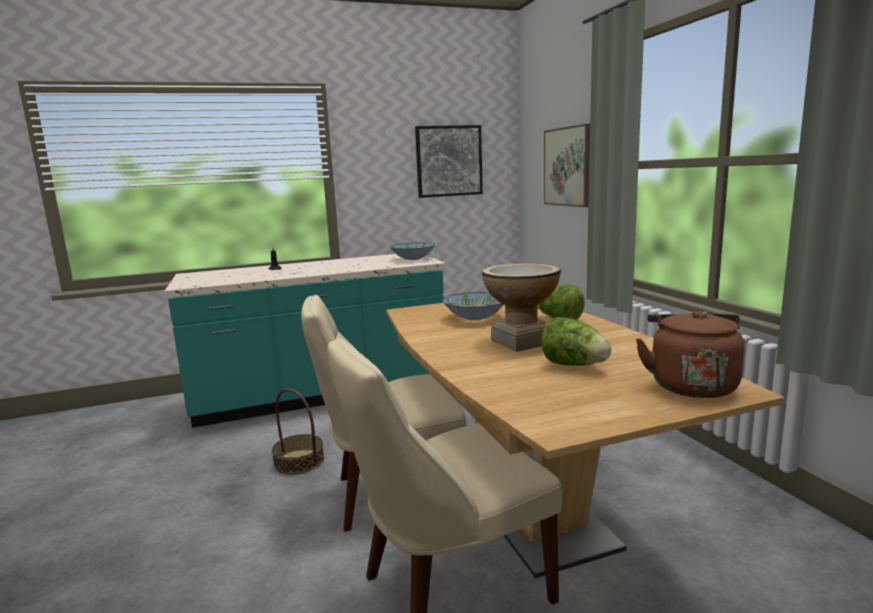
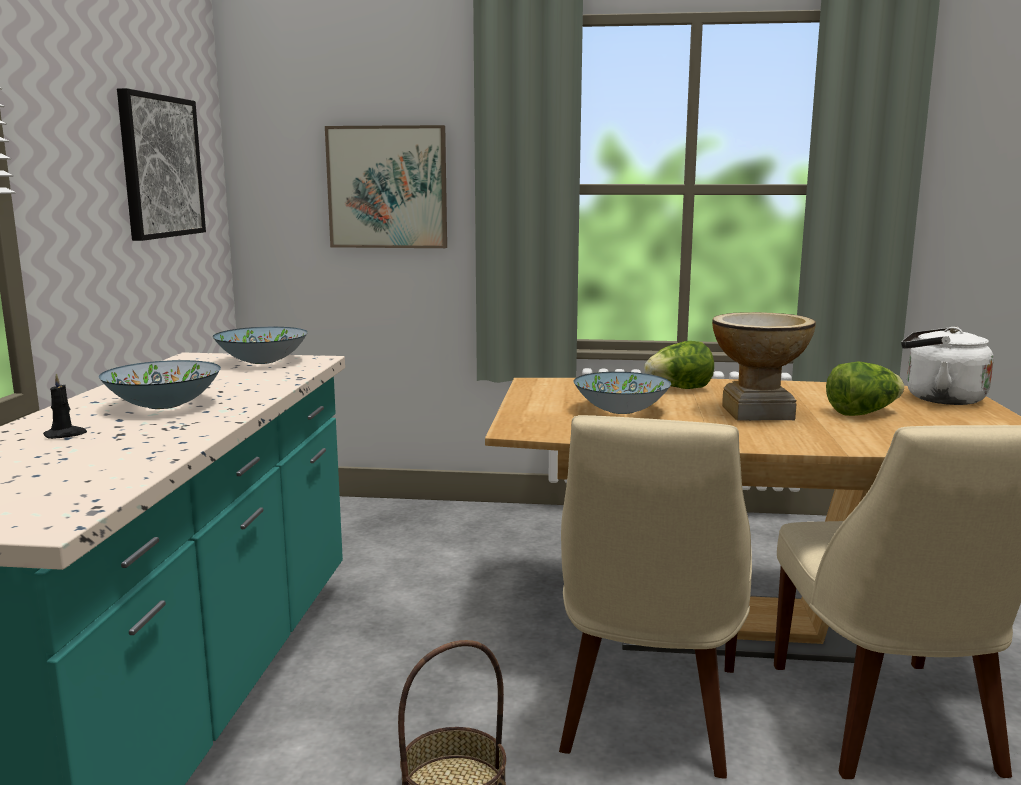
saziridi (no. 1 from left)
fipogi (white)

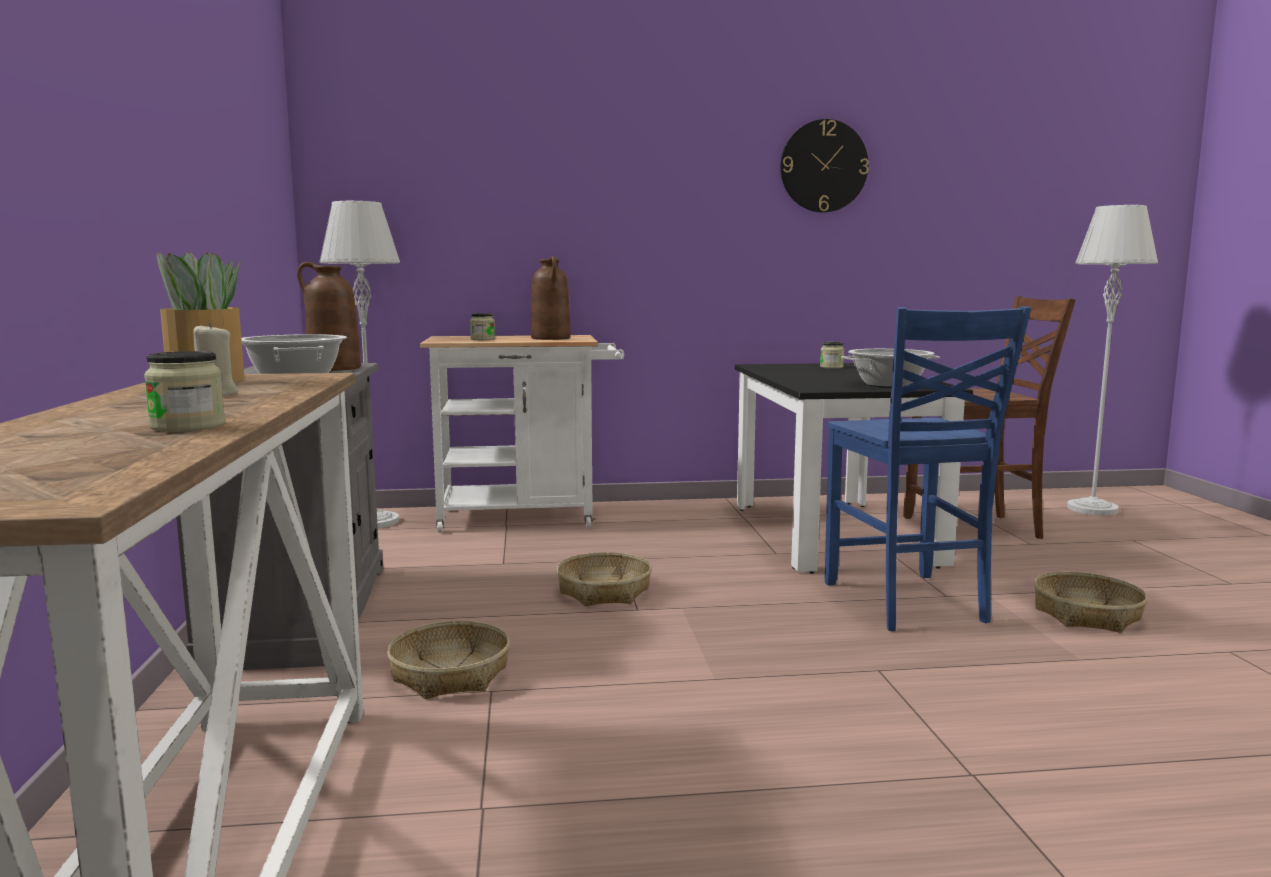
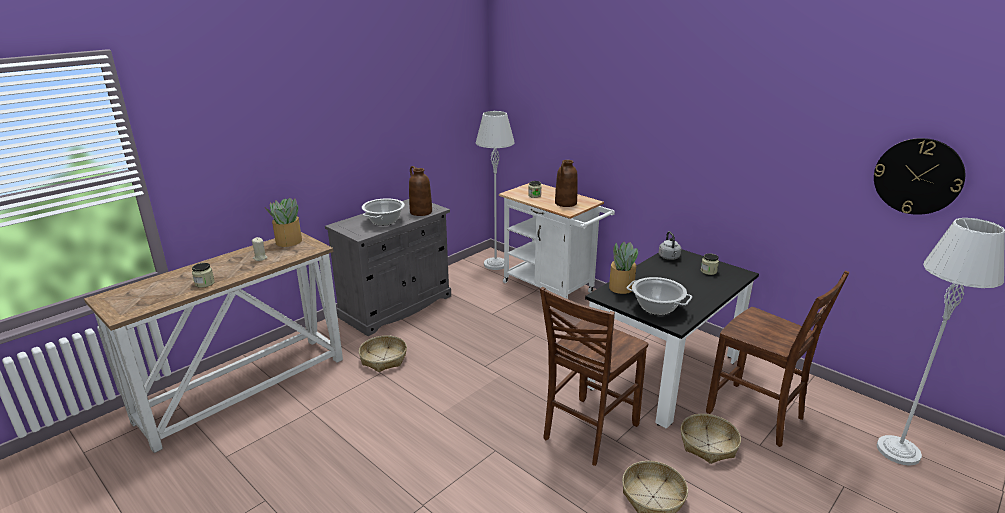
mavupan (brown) (no. 1 from left)
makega (no. 2 from left)
fipogi (grey)
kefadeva (no. 3 from left)
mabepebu

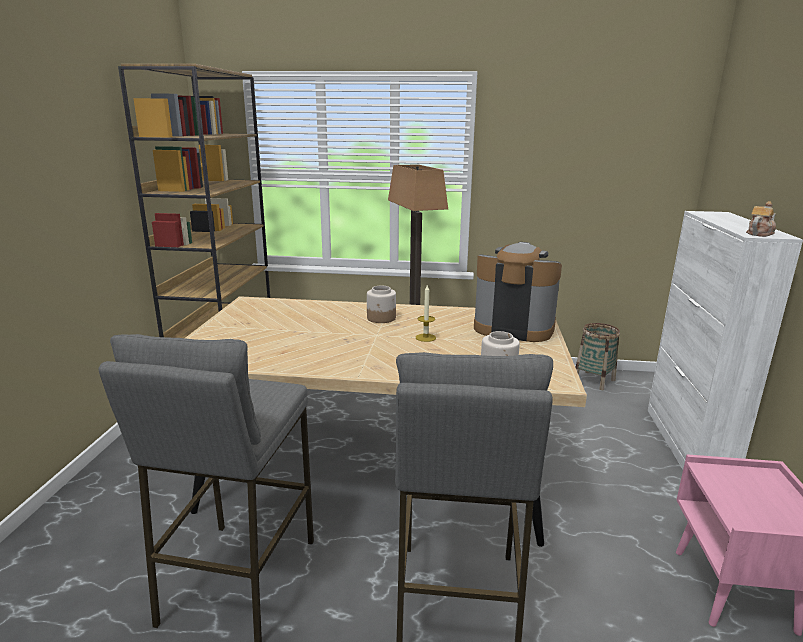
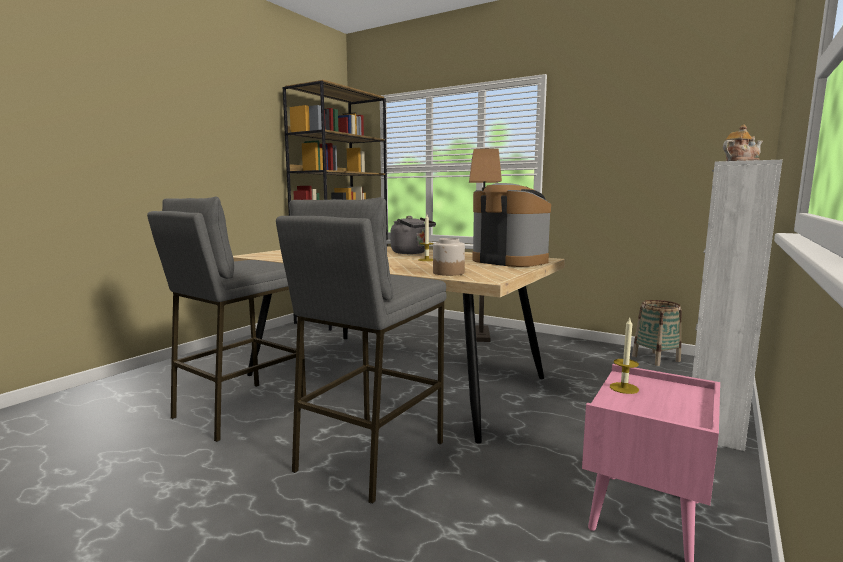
fipogi (grey)
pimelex (no. 2 from left)

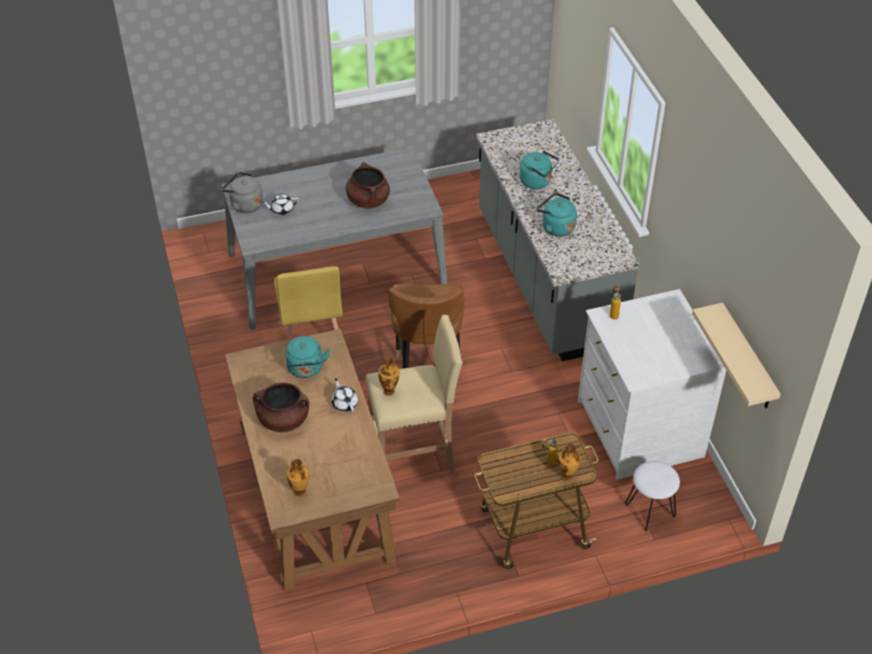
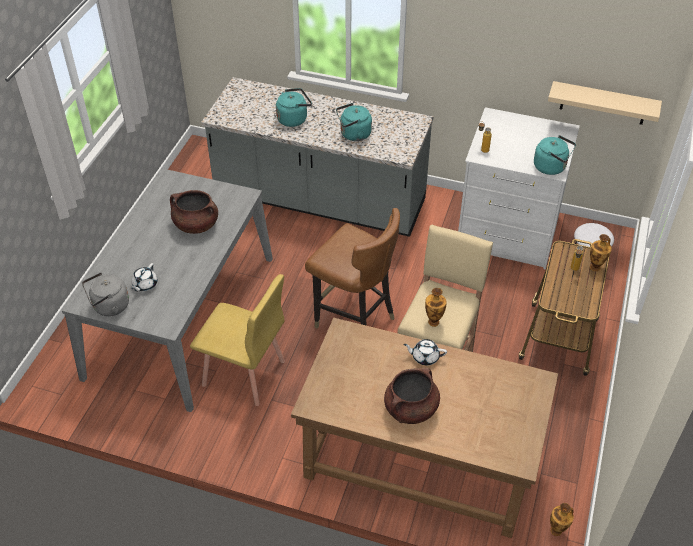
fipogi (turquoise) (no. 3 from left)
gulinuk (no. 2 from left)

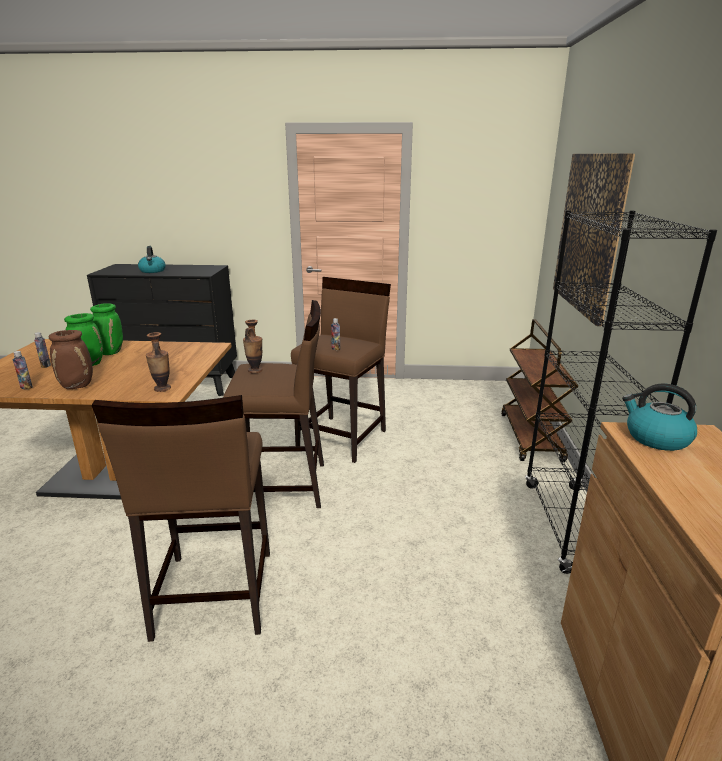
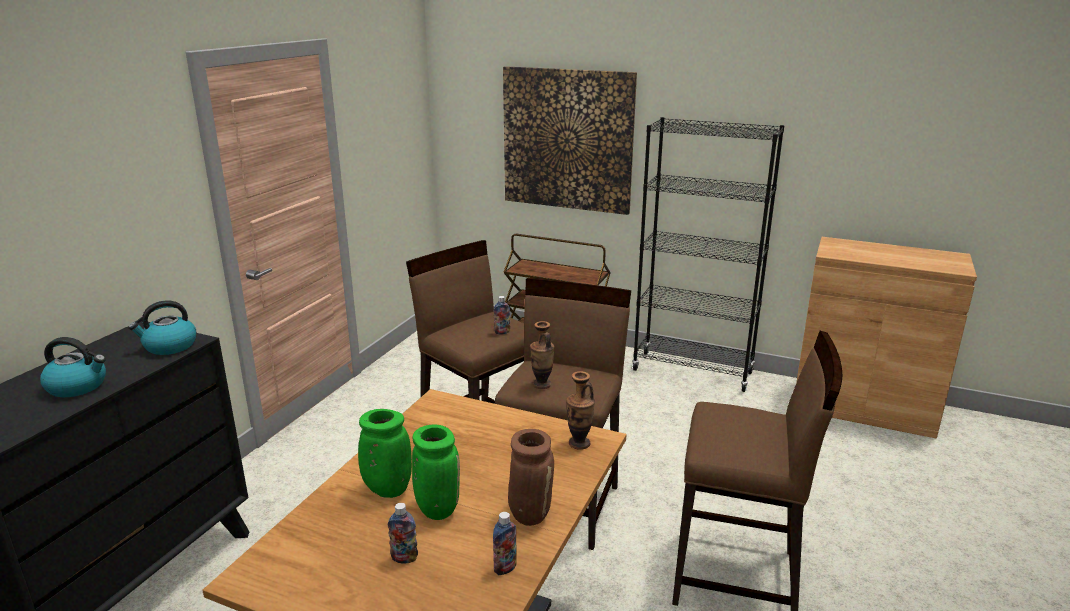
fipogi (no. 2 from left)

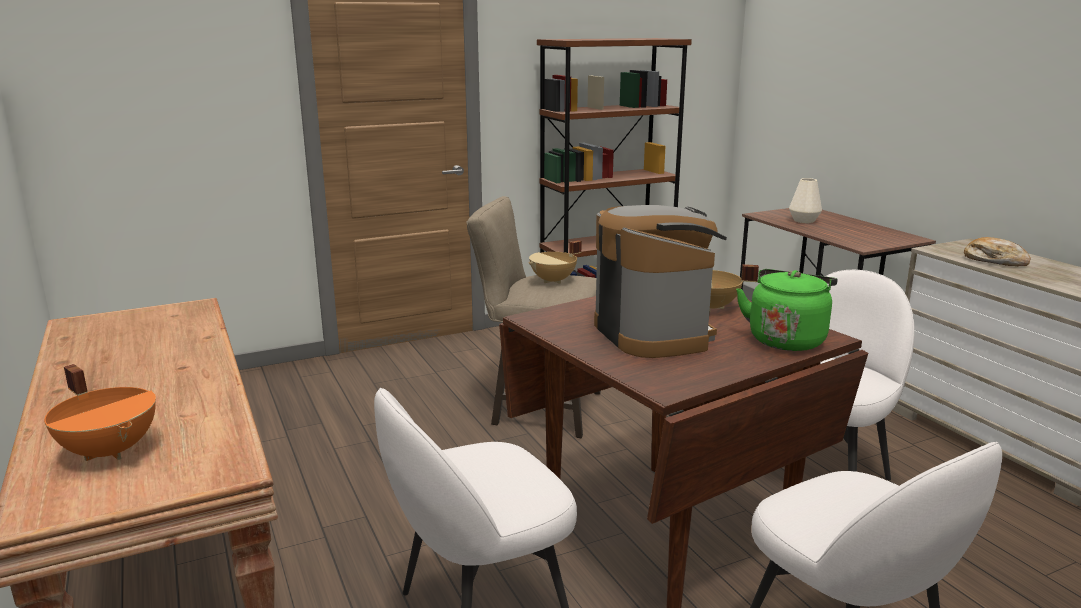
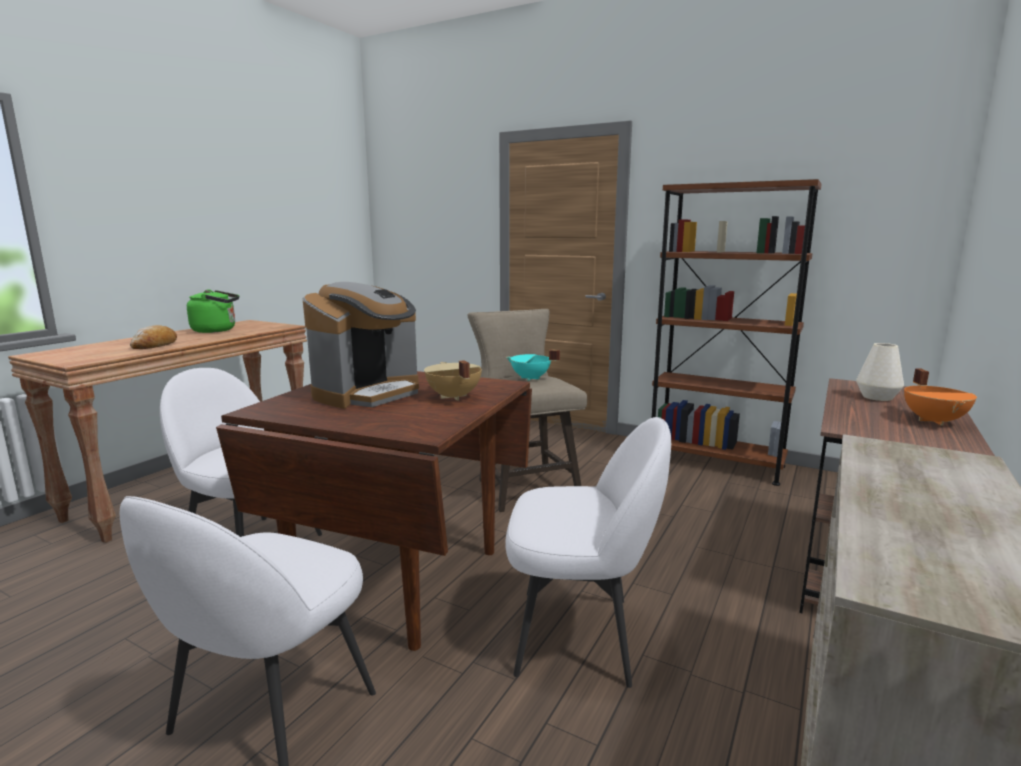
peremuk
fipogi (green)
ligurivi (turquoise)
ligurivi (orange)

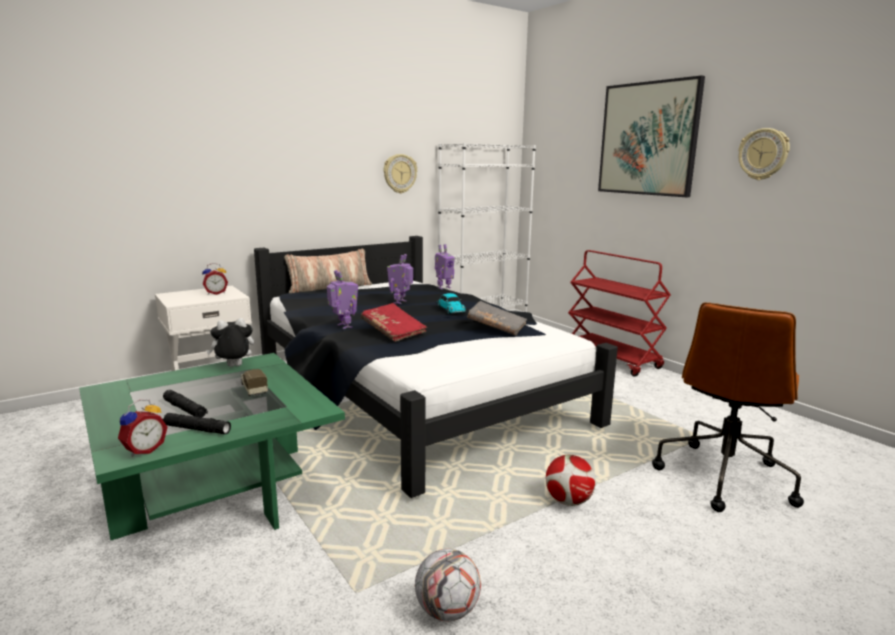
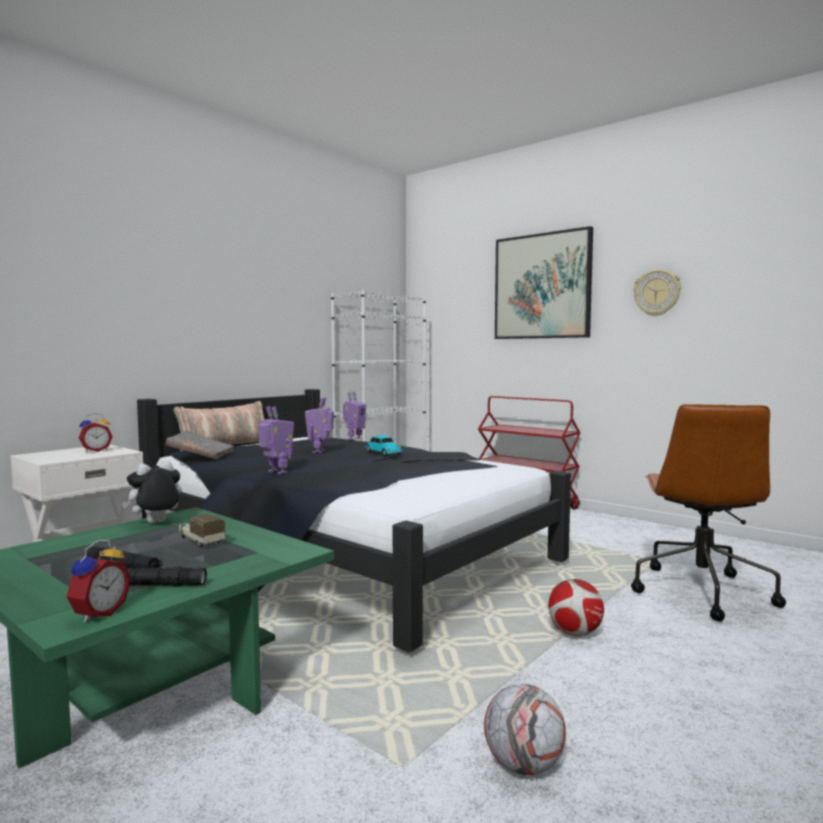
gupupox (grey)
gupupox (red)
mabepebu (no. 1 from left in the first image)

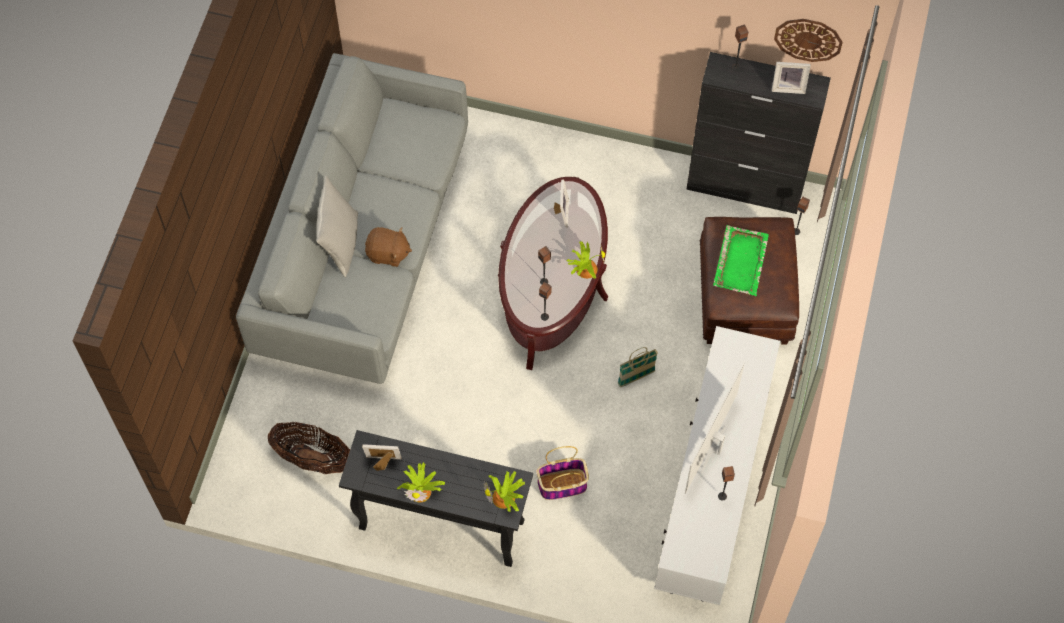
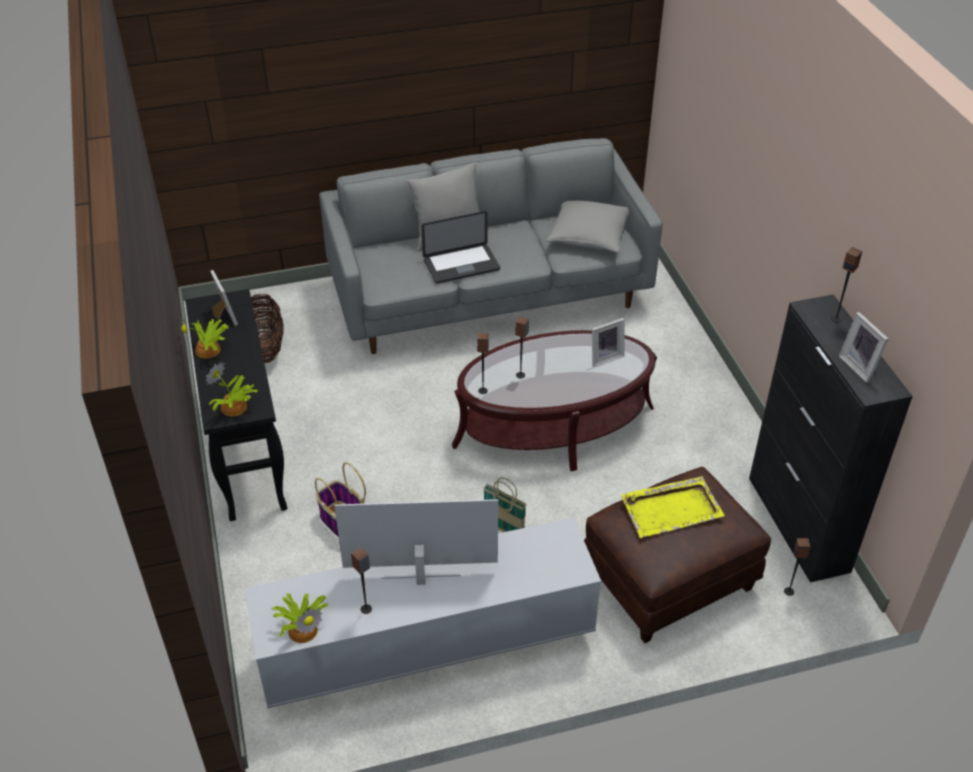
makega (no. 3 from left)
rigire
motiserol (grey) (no. 2 from left)
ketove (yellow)
mabepebu

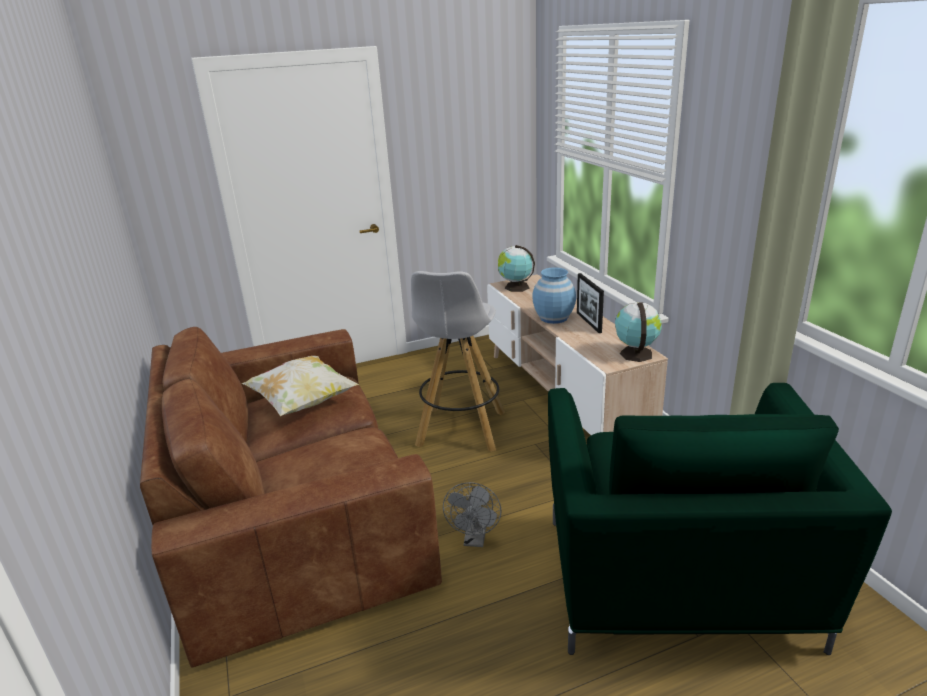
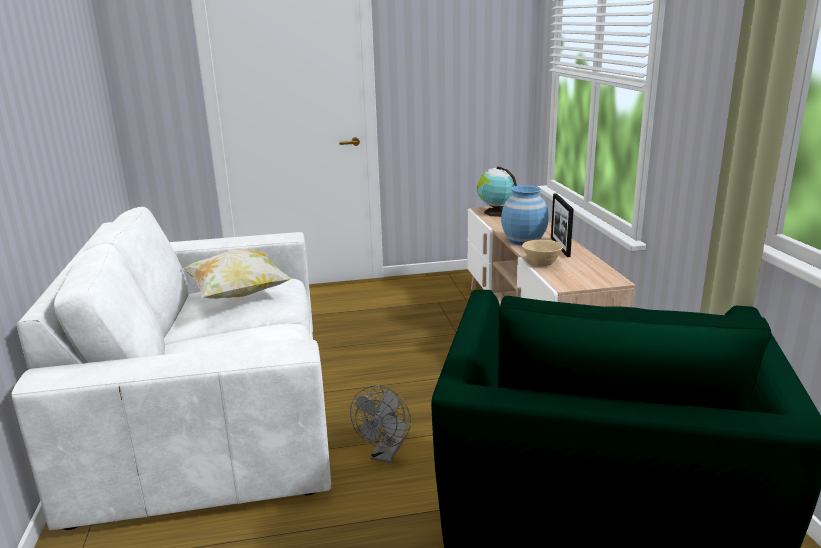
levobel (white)
saziridi (beige)
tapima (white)
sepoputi (no. 2 from left in the first image)

